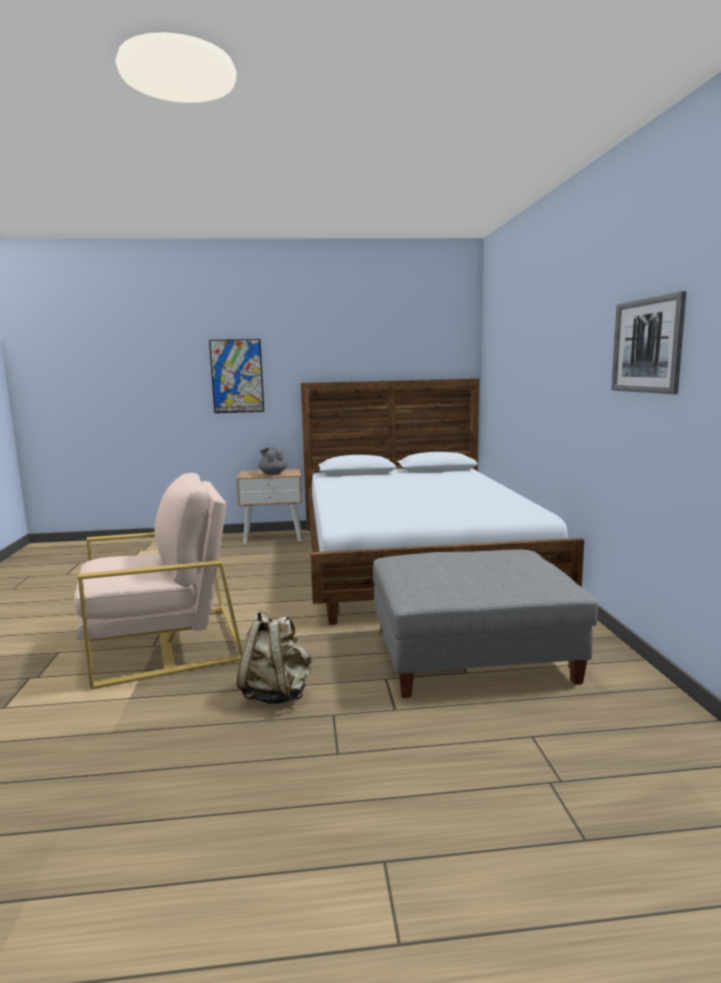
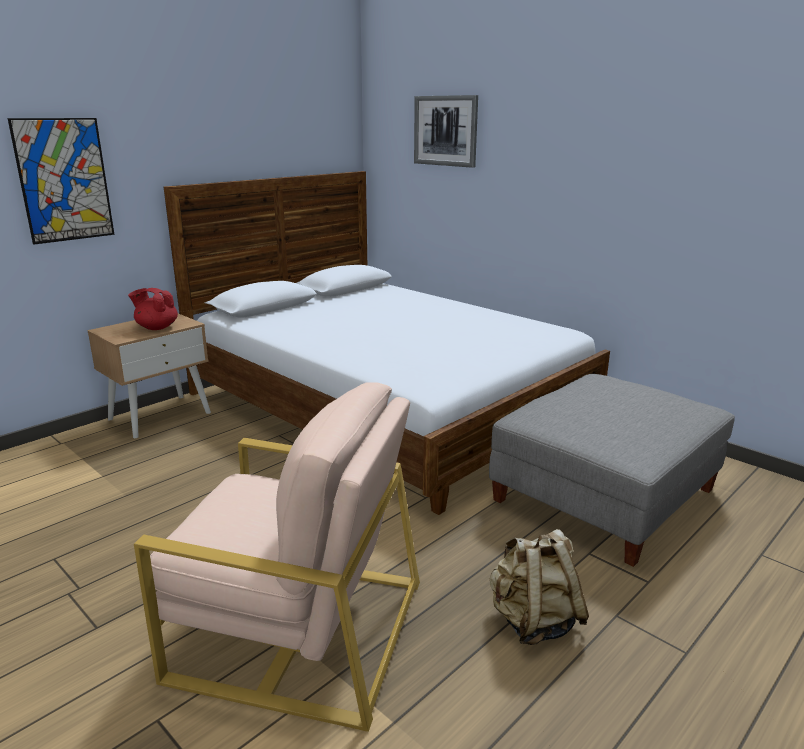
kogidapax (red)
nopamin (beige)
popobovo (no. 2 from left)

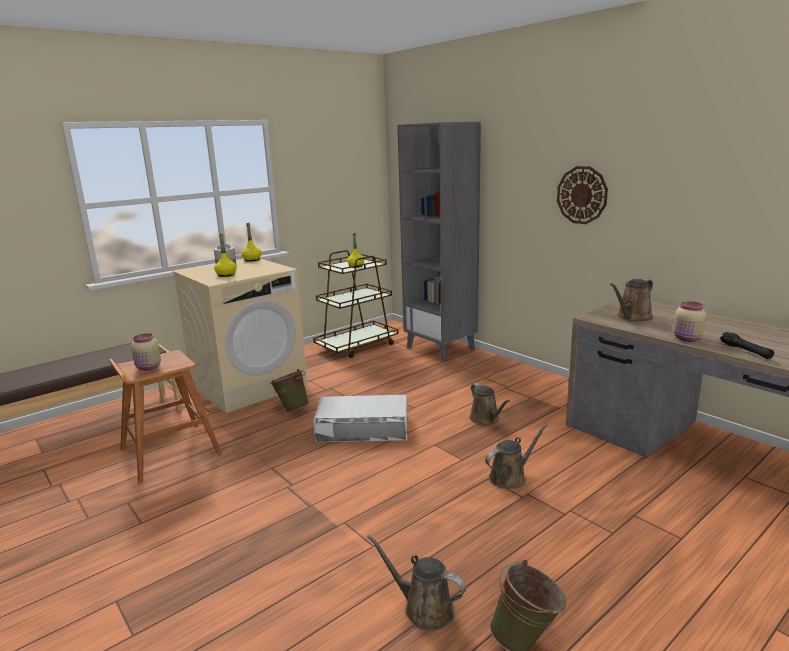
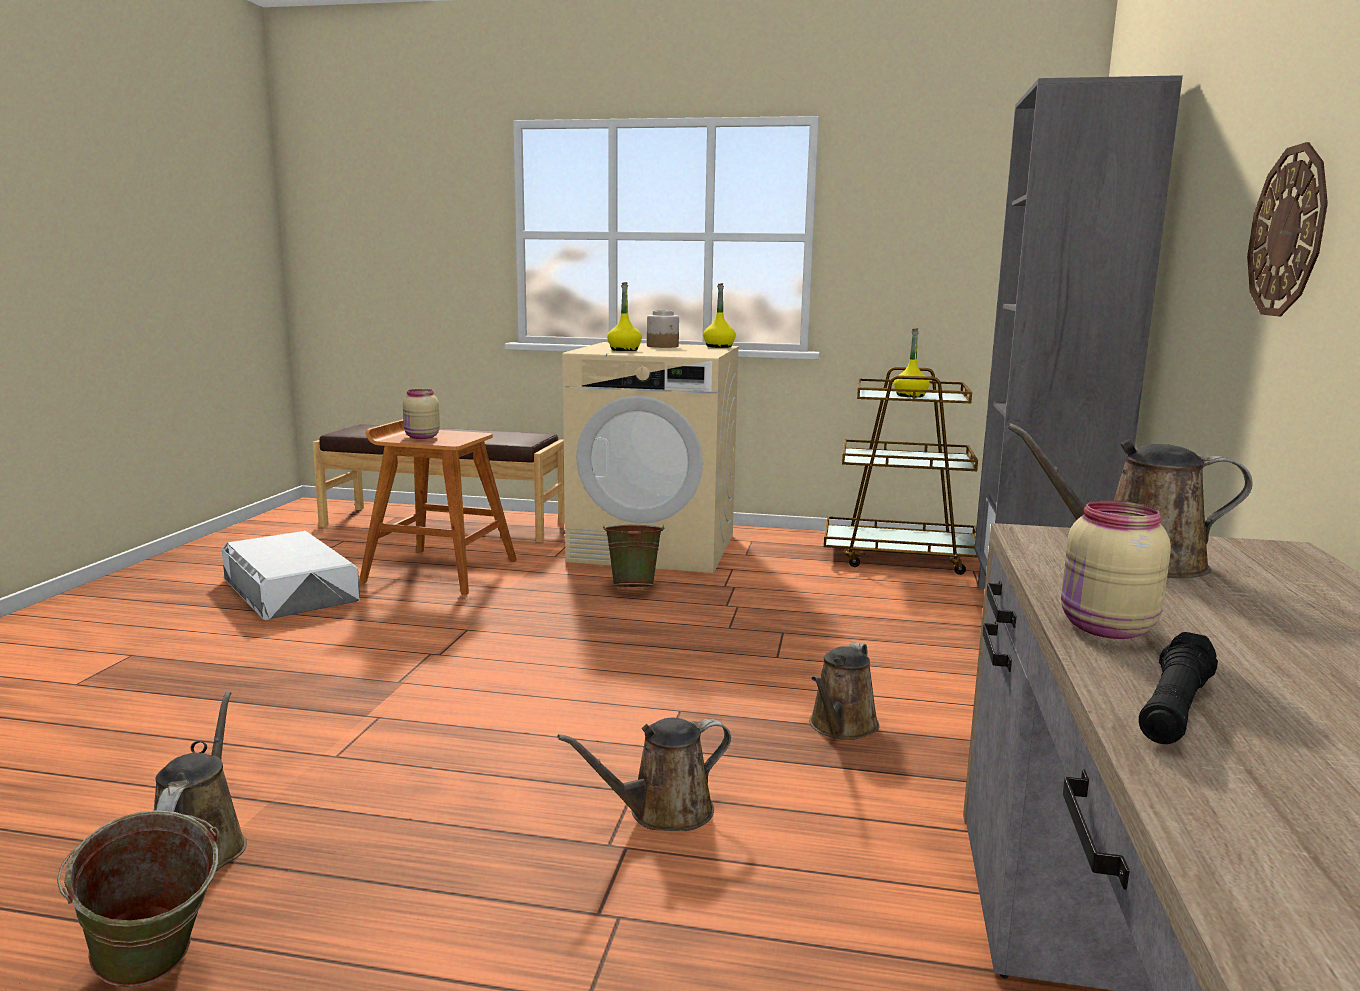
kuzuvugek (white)
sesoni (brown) (no. 2 from left)

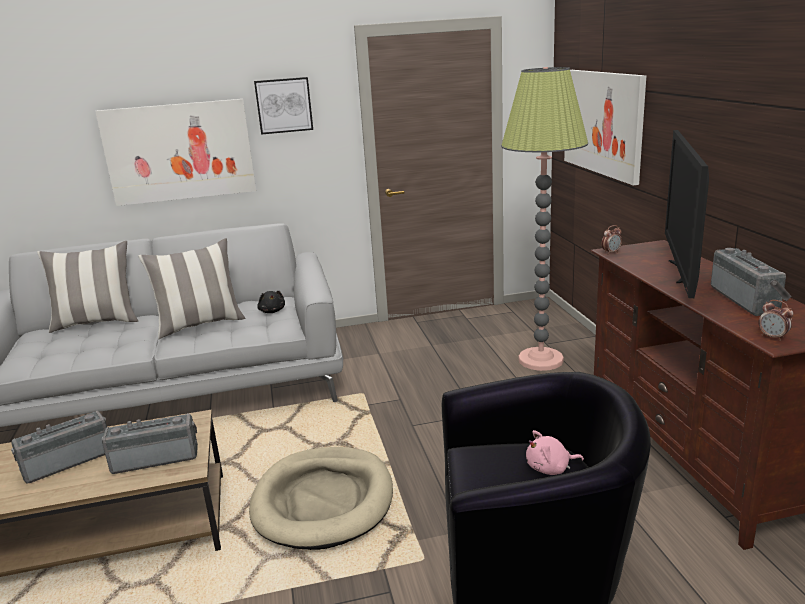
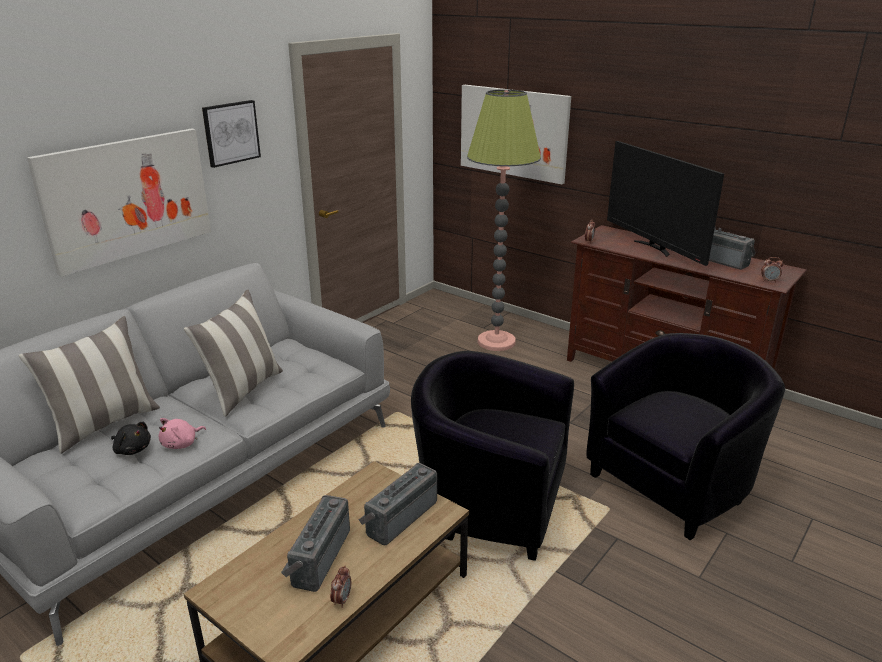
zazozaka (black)
zazozaka (pink)
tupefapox (no. 1 from left)
nopamin (black) (no. 1 from left)

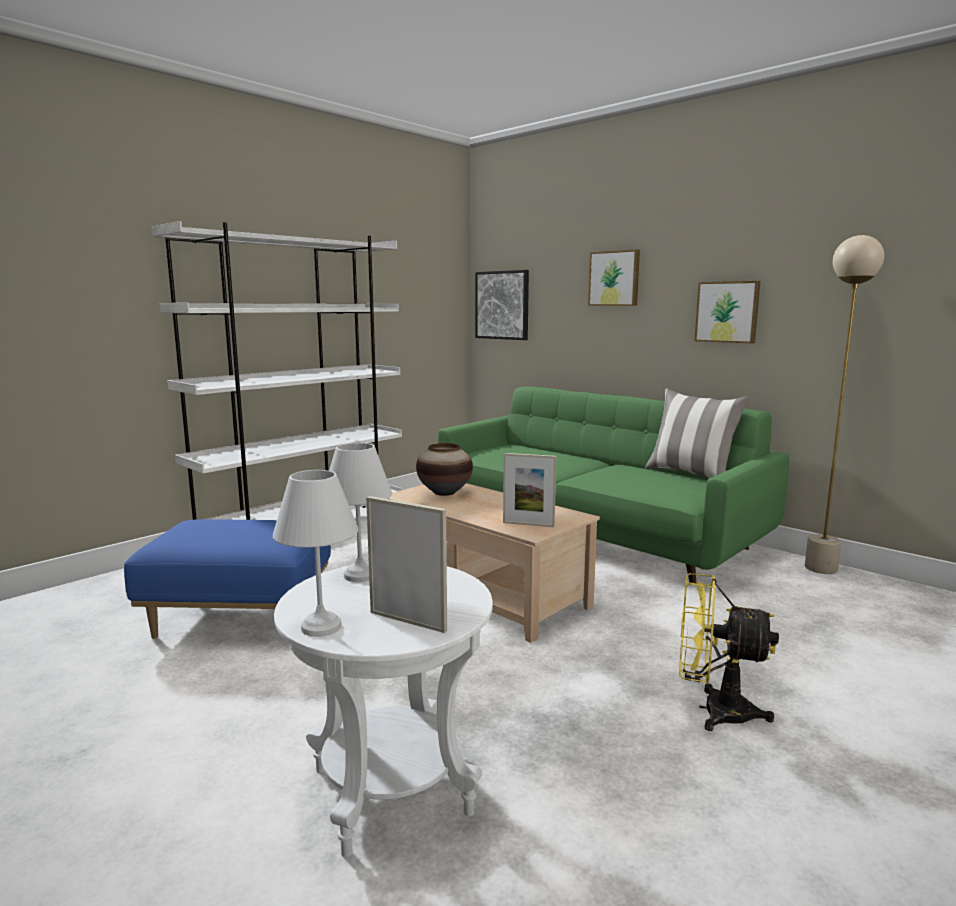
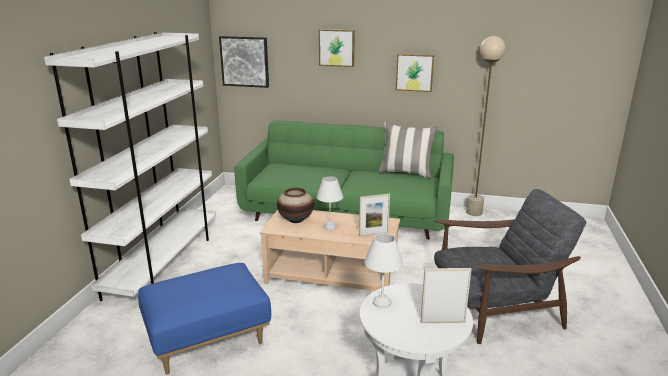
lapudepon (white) (no. 1 from left)
nopamin (grey)

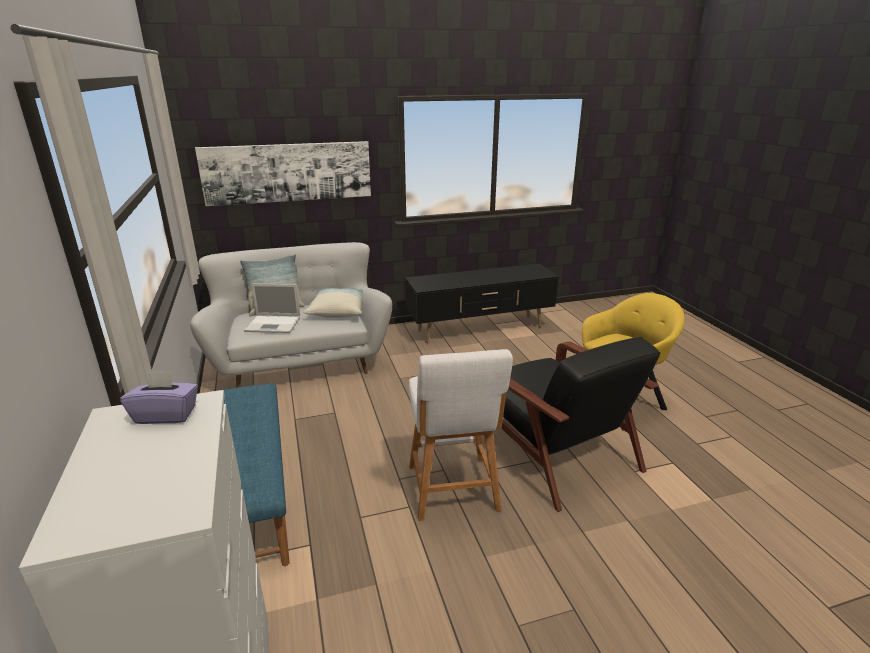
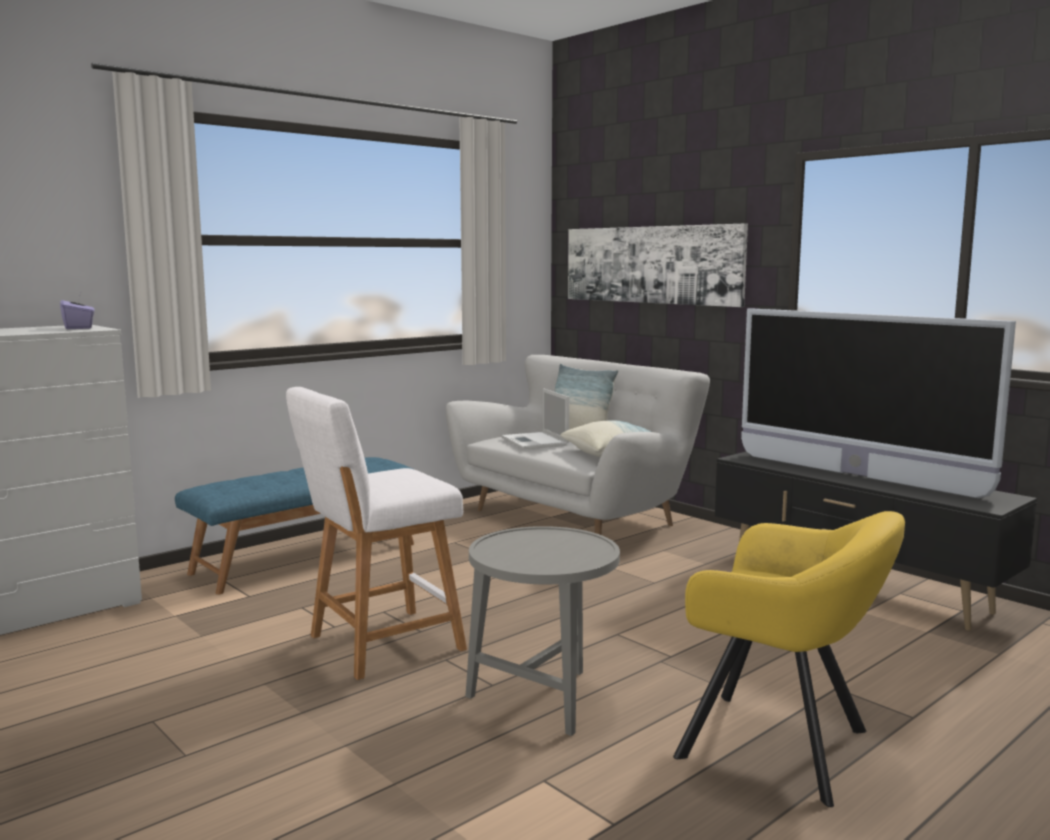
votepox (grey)
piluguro

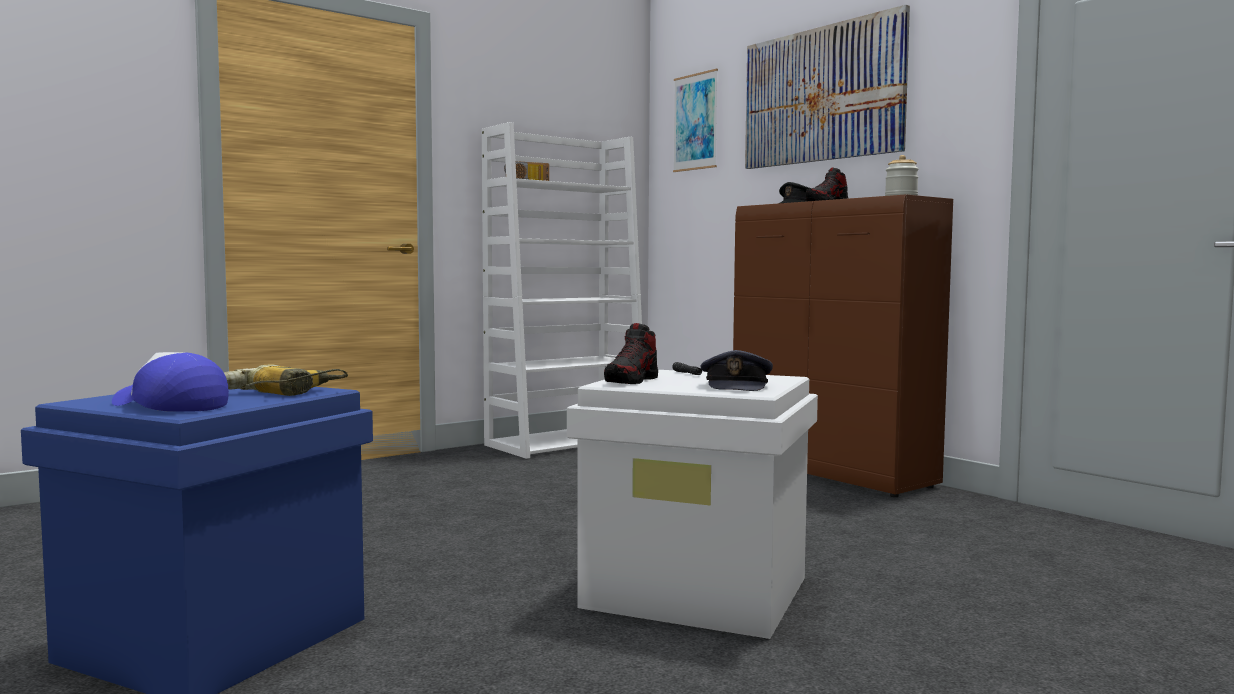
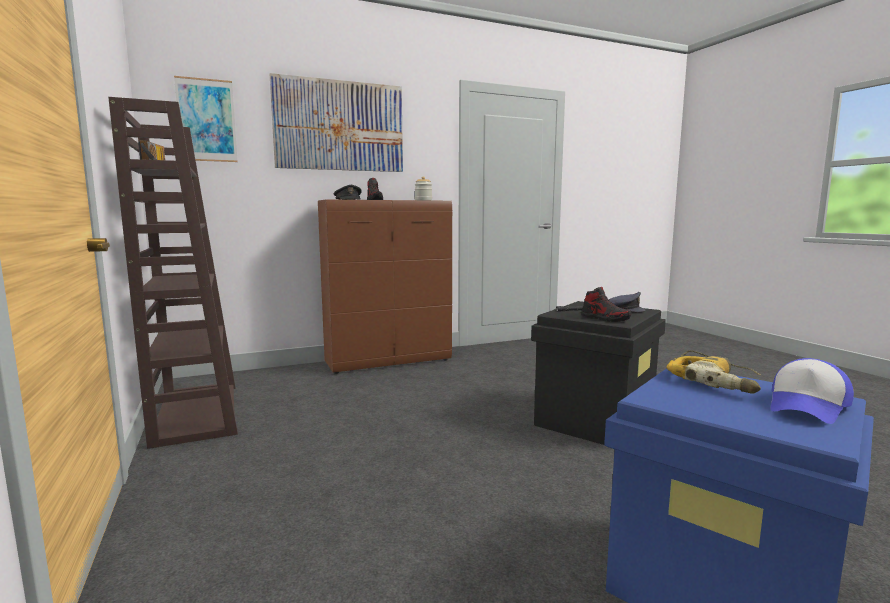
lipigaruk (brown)
kuzuvugek (black)

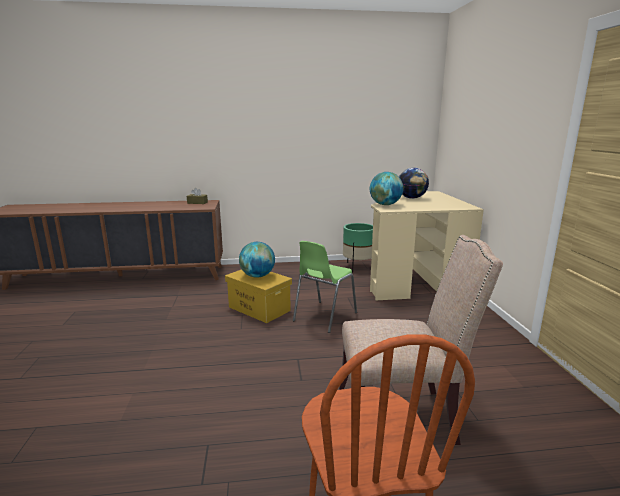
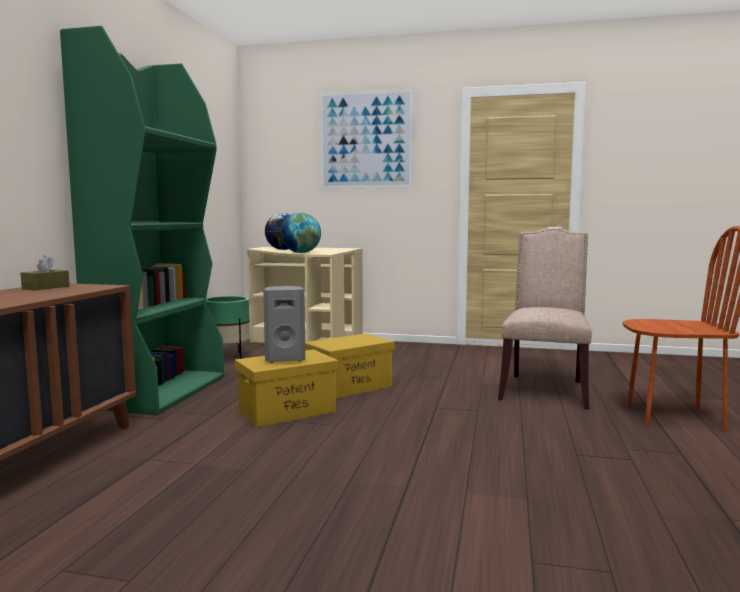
lipigaruk (green)
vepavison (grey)
kuzuvugek (yellow) (no. 2 from left)
popobovo

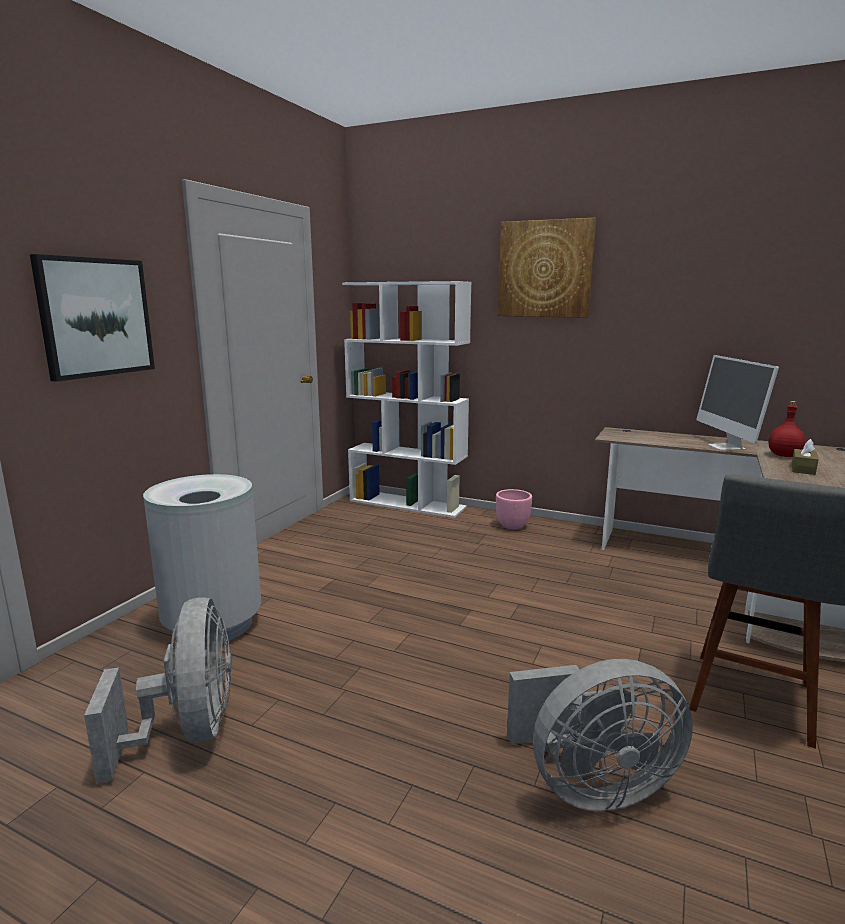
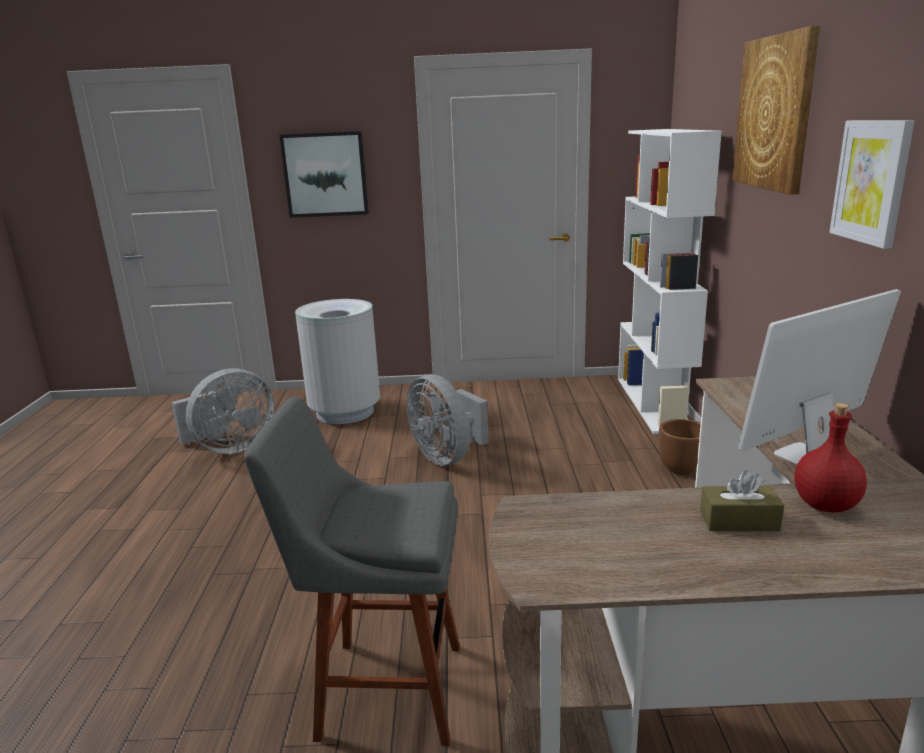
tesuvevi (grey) (no. 2 from left)
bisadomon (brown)
popobovo (no. 3 from left)

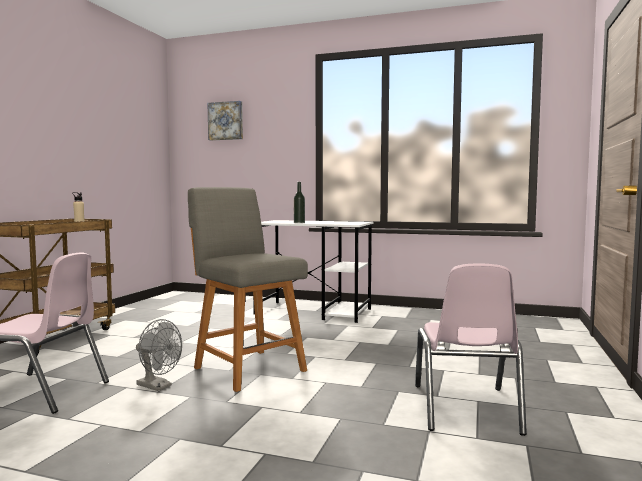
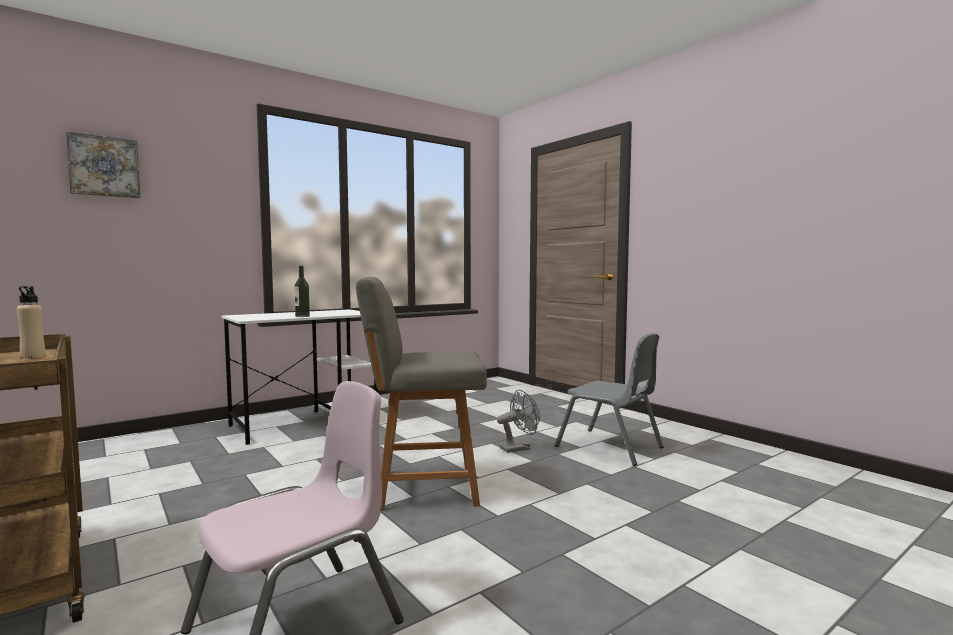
tesuvevi (grey)
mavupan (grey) (no. 2 from left)

